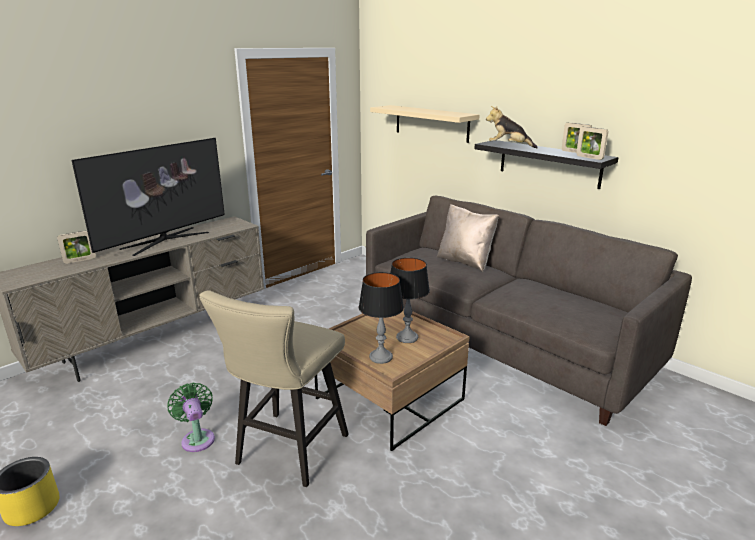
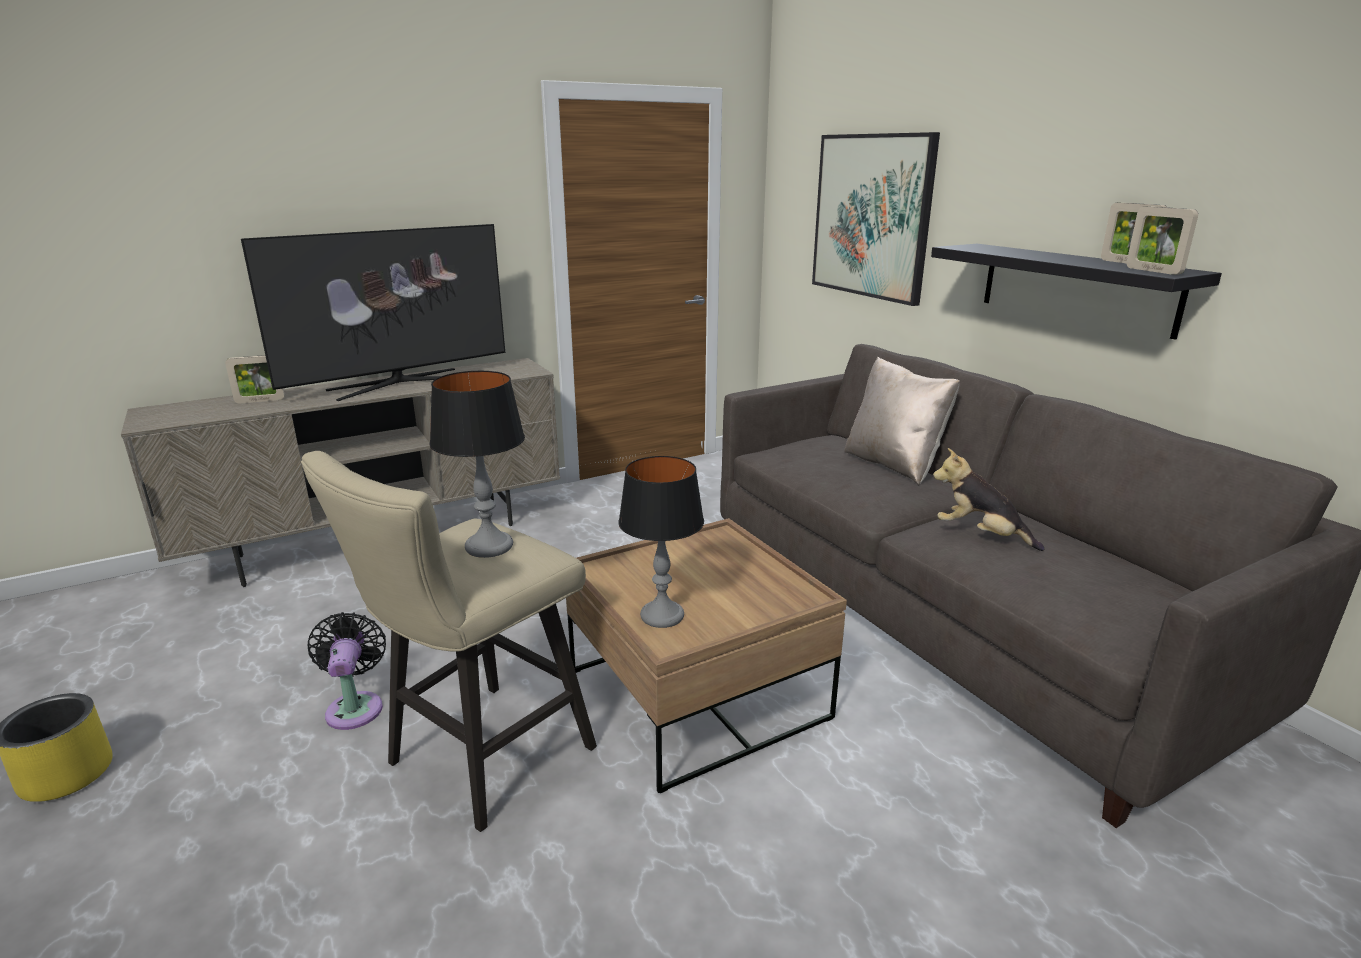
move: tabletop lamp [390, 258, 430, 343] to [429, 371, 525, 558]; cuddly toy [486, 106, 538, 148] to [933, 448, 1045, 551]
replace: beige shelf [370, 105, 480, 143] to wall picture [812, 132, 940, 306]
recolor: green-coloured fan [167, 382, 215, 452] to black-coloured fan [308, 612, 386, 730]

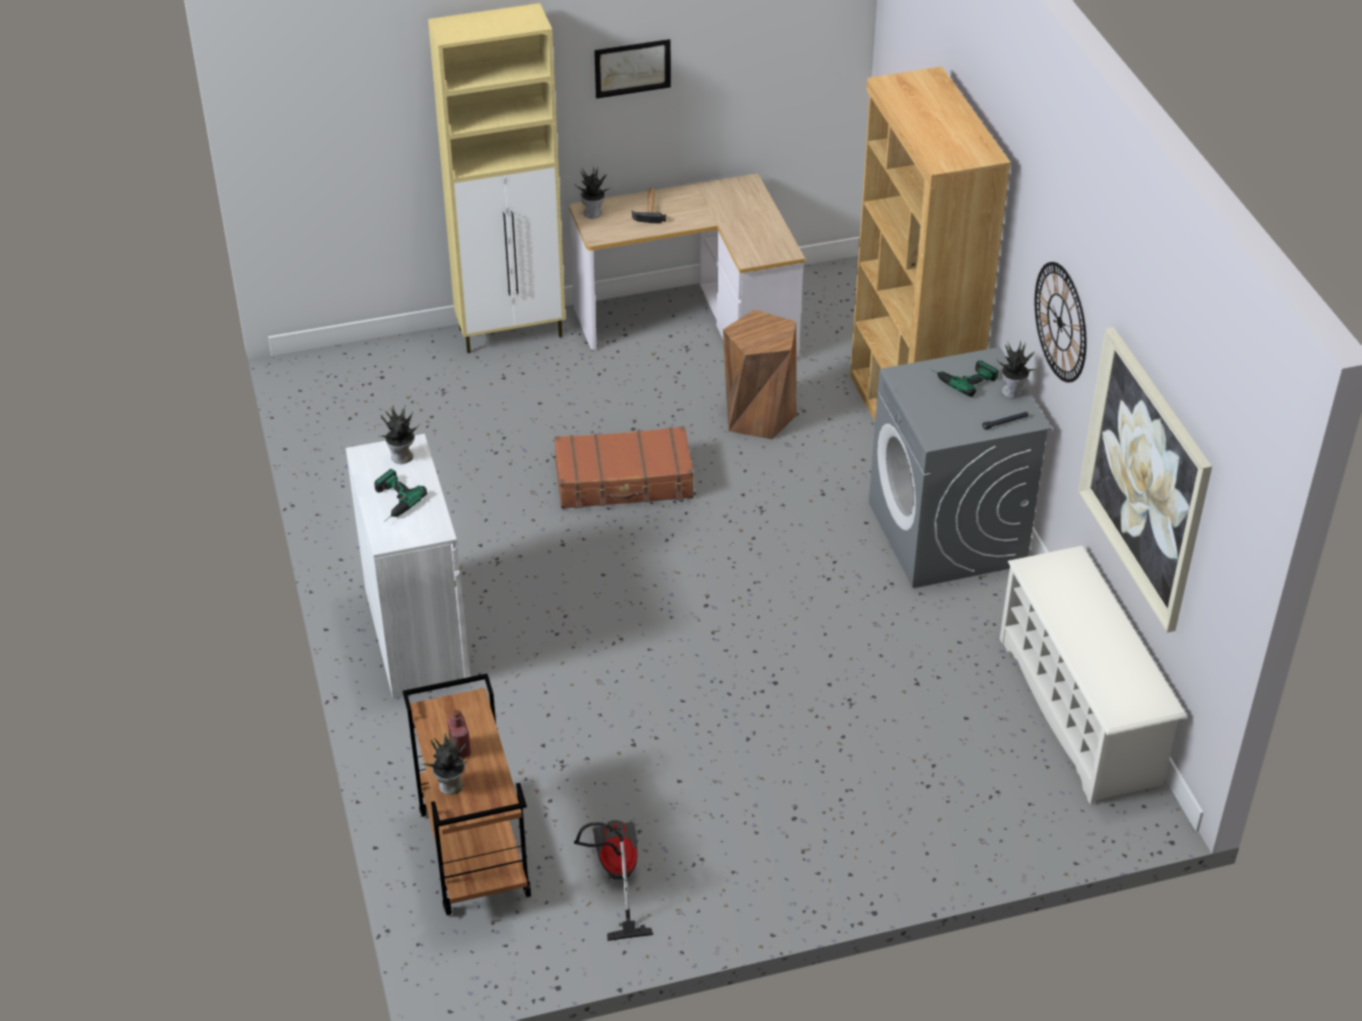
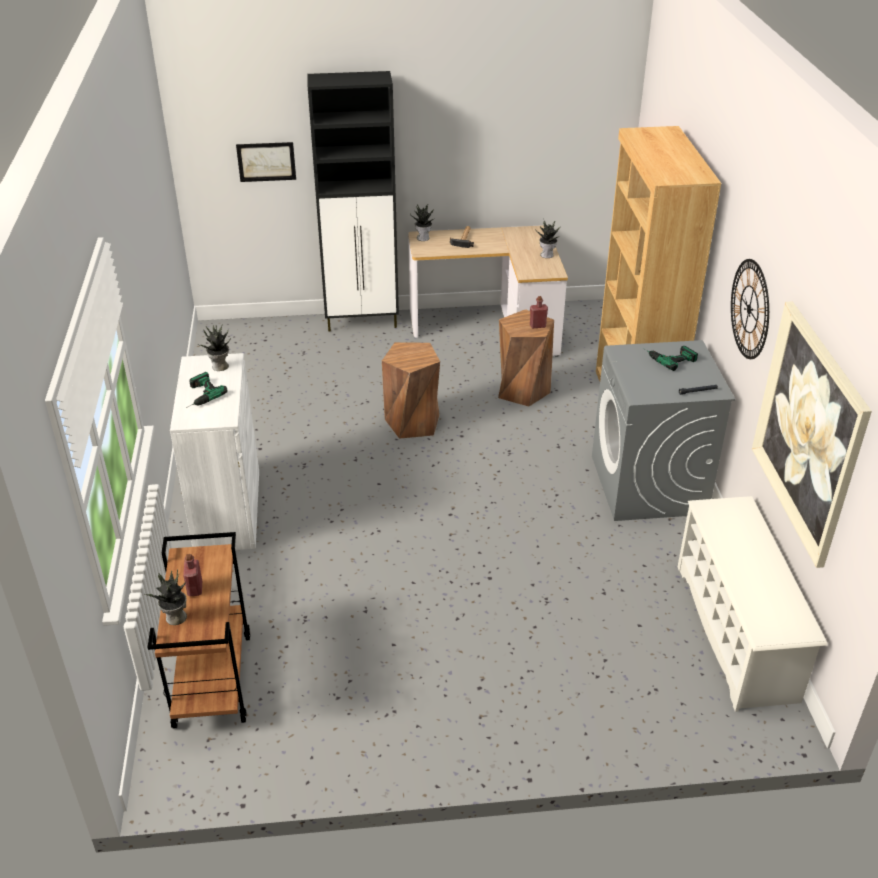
delete: vacuum cleaner [574, 820, 653, 941]
insert: red-coloured bottle [530, 296, 548, 328]
move: wall picture [594, 39, 671, 99] to [236, 142, 296, 182]; plant in a pot [997, 341, 1036, 398] to [535, 220, 560, 258]
replace: brown travel case [554, 426, 694, 509] to brown sitting stool [382, 342, 440, 439]
recolor: beige cabinet [428, 3, 566, 353] to black-coloured cabinet [307, 71, 399, 332]

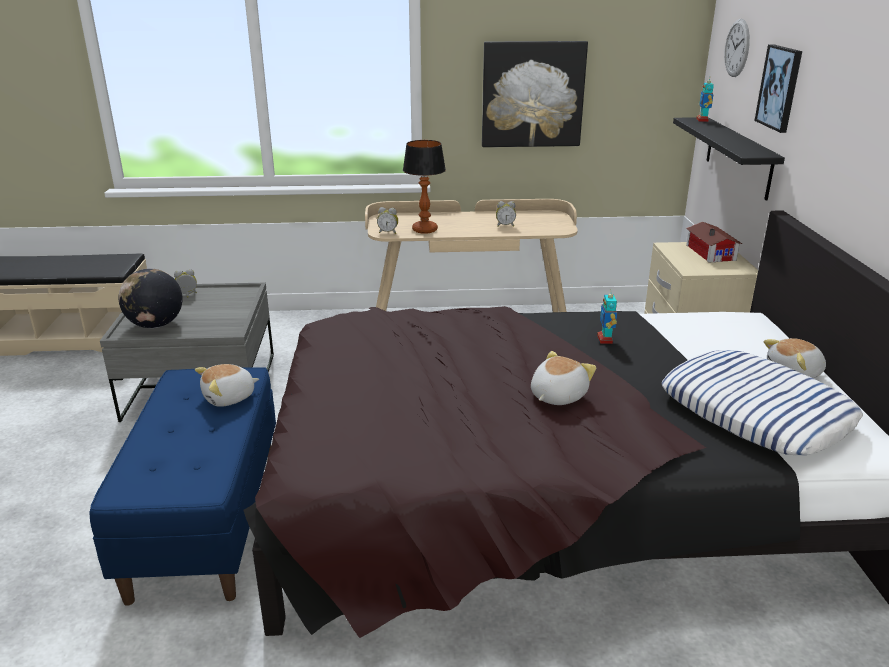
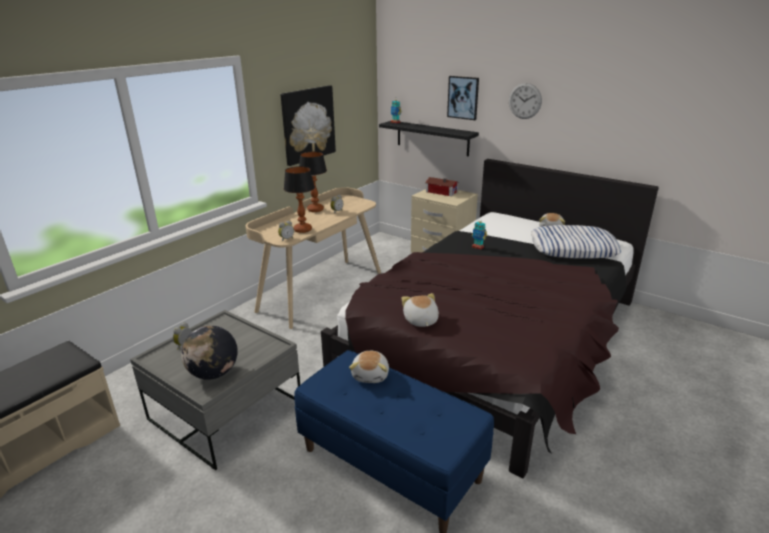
insert: tabletop lamp [299, 152, 327, 212]
move: cuddly toy [531, 351, 596, 405] to [401, 293, 439, 327]; hanging clock [724, 19, 750, 77] to [509, 83, 542, 119]

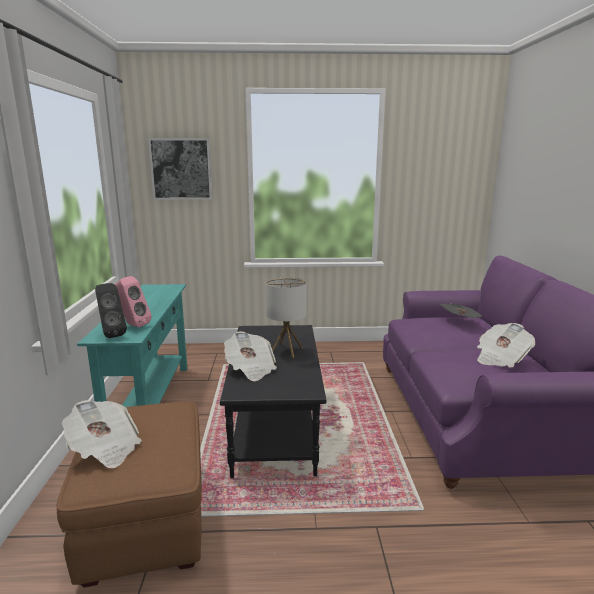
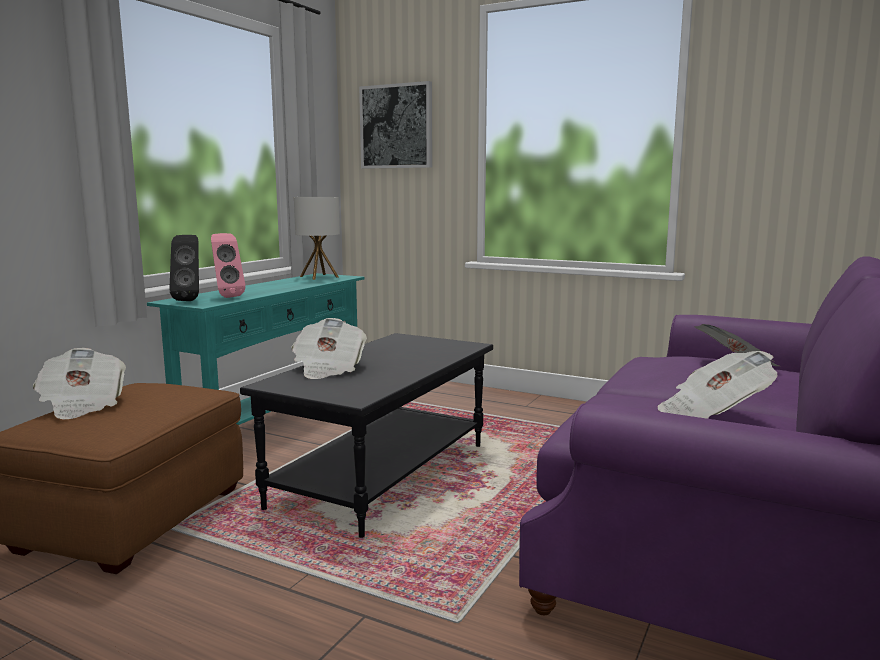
move: tabletop lamp [266, 277, 307, 358] to [294, 197, 340, 280]

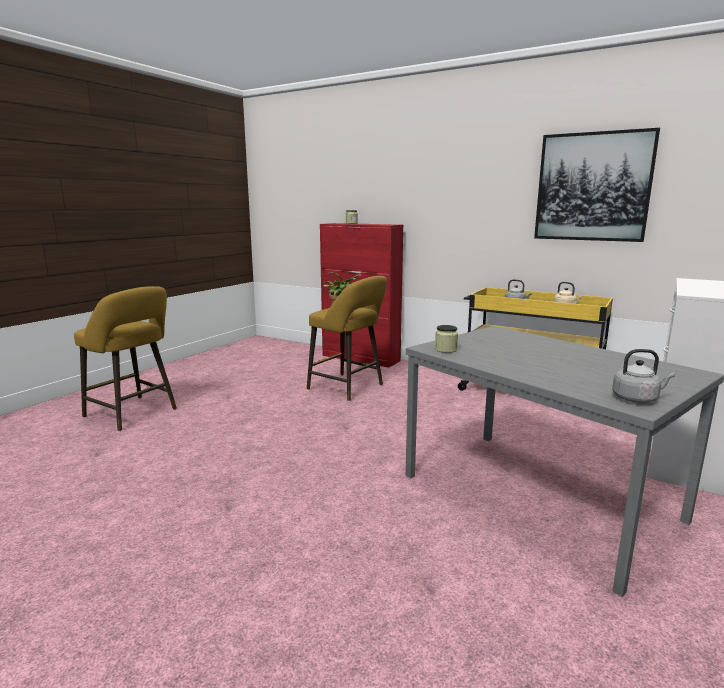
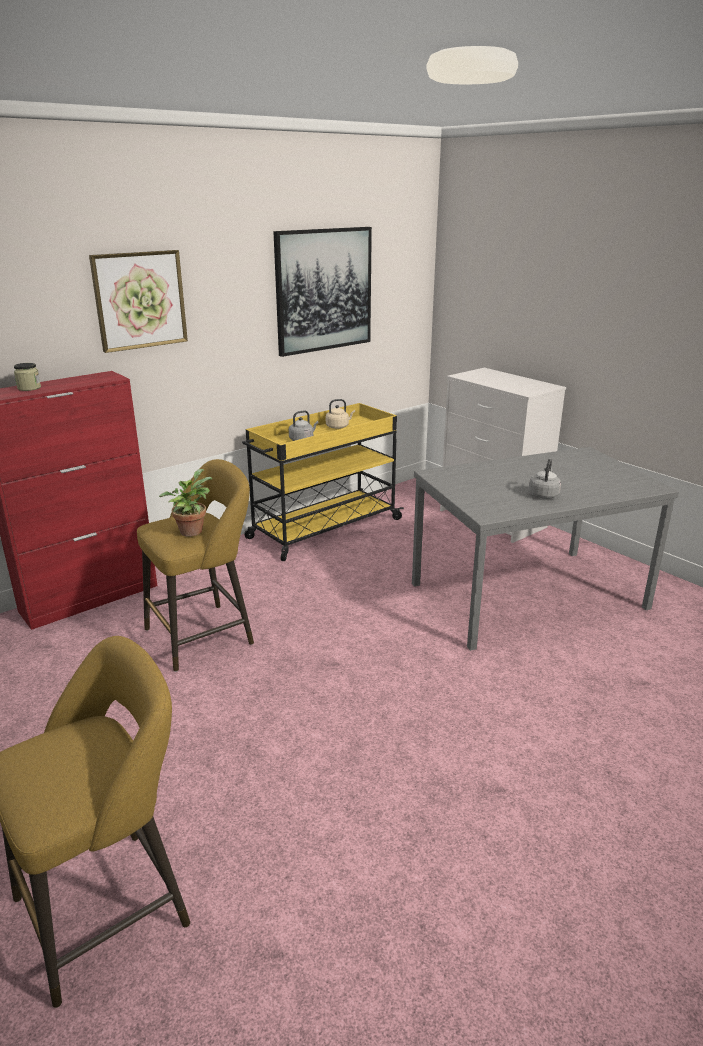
delete: jar [435, 325, 458, 353]
insert: wall picture [89, 250, 188, 353]
move: grey tea kettle [612, 349, 675, 403] to [529, 459, 561, 499]

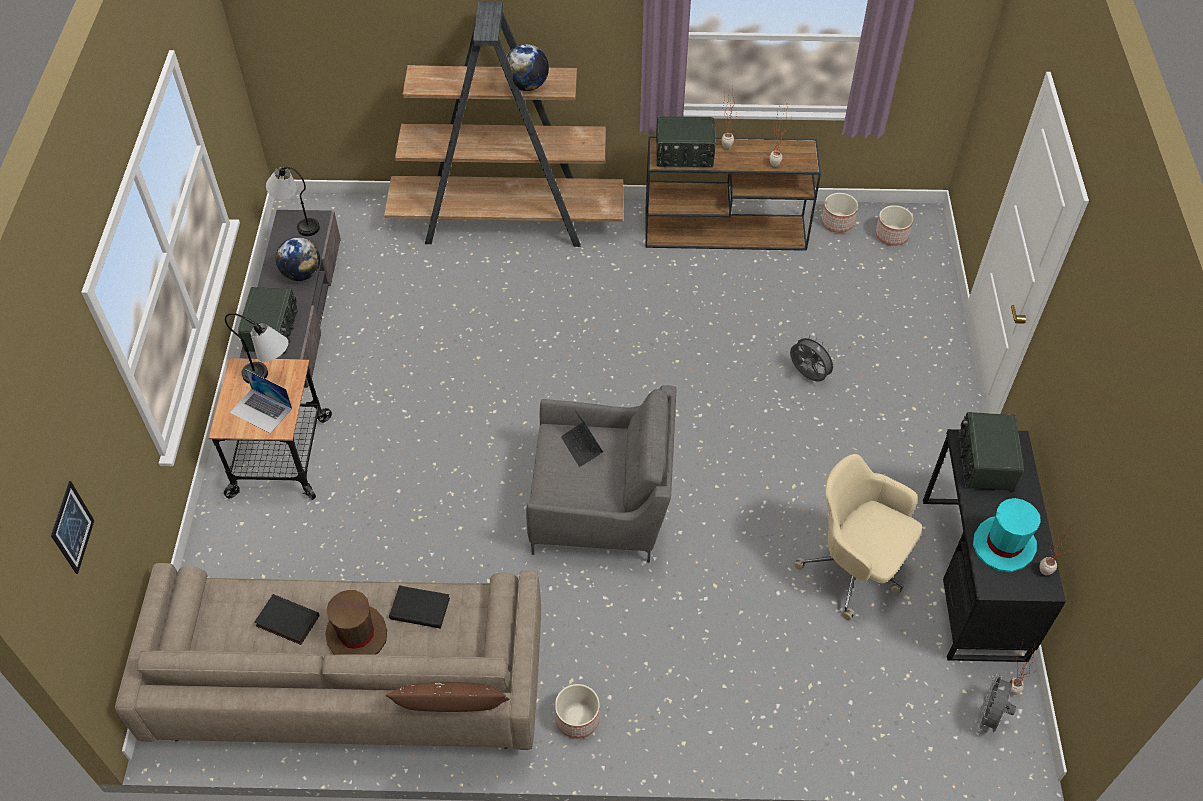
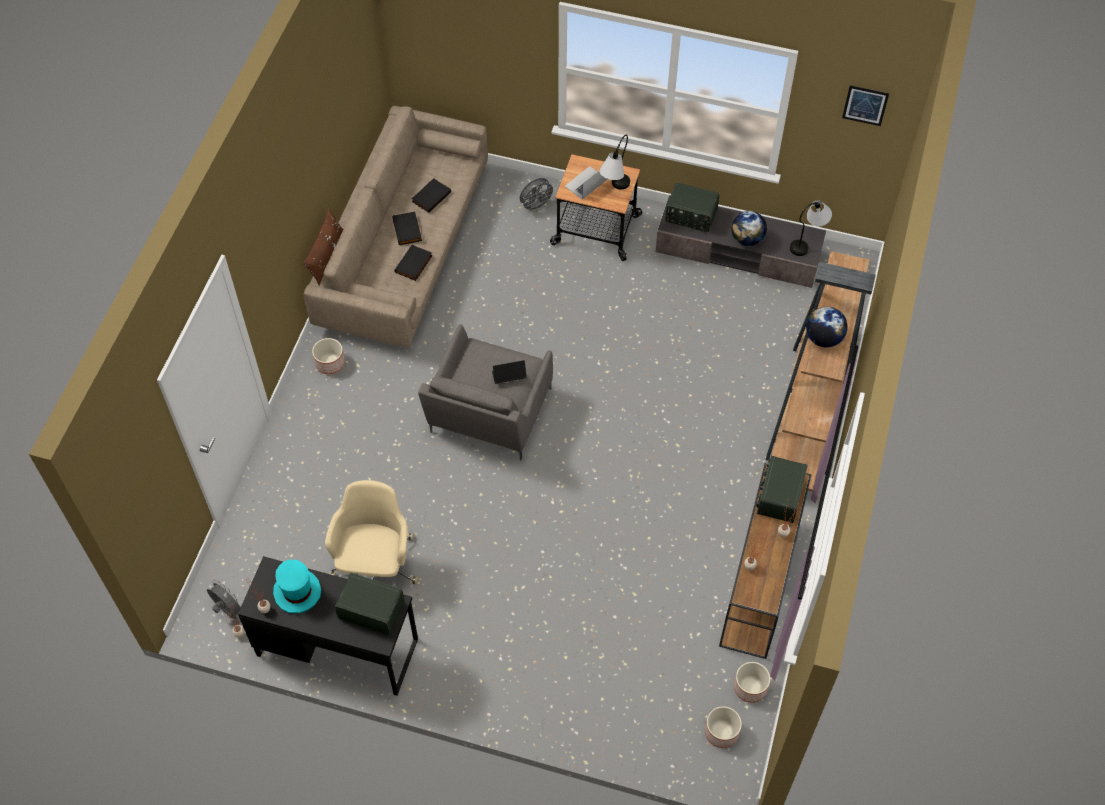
move: wall picture [51, 481, 95, 574] to [842, 85, 889, 126]; grey fan [790, 335, 837, 382] to [520, 178, 556, 213]
replace: brown wearable hat [325, 590, 387, 655] to black-coloured bound book [392, 212, 422, 245]
rotate: beige office chair [794, 454, 922, 620] = [325, 480, 418, 584] 45 degrees counterclockwise

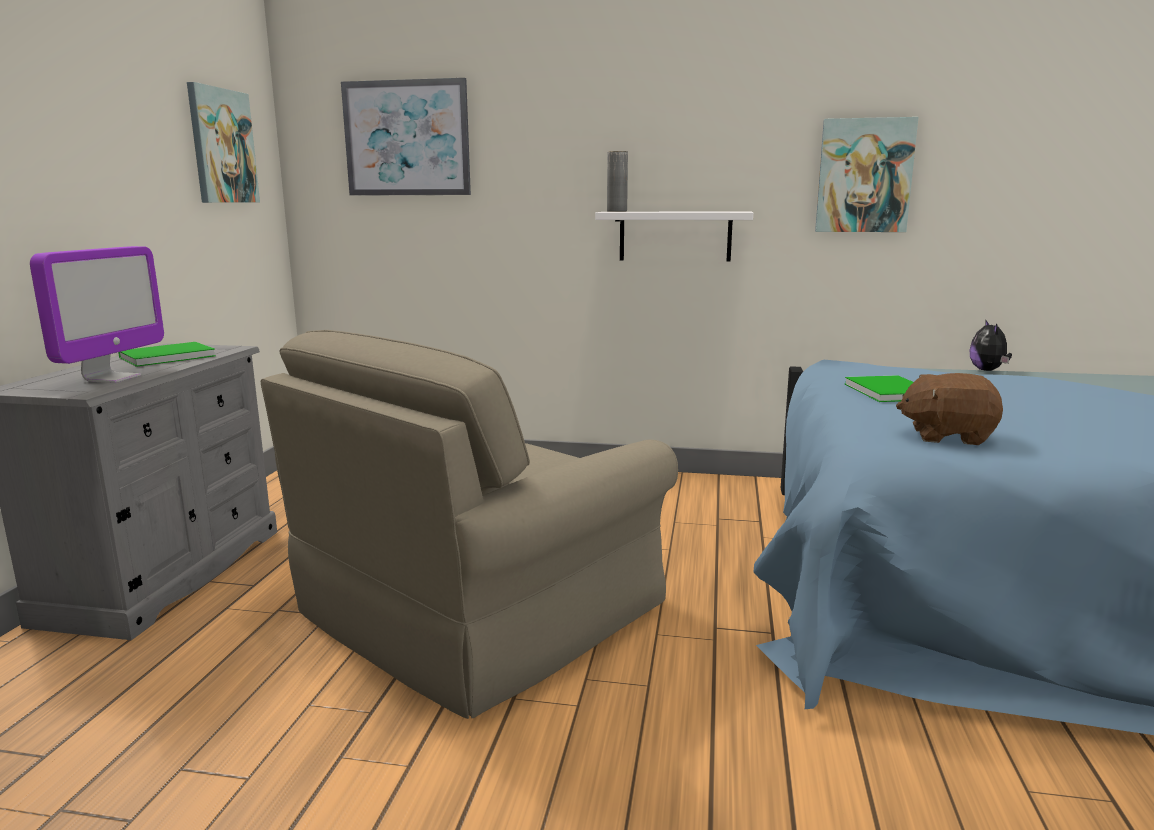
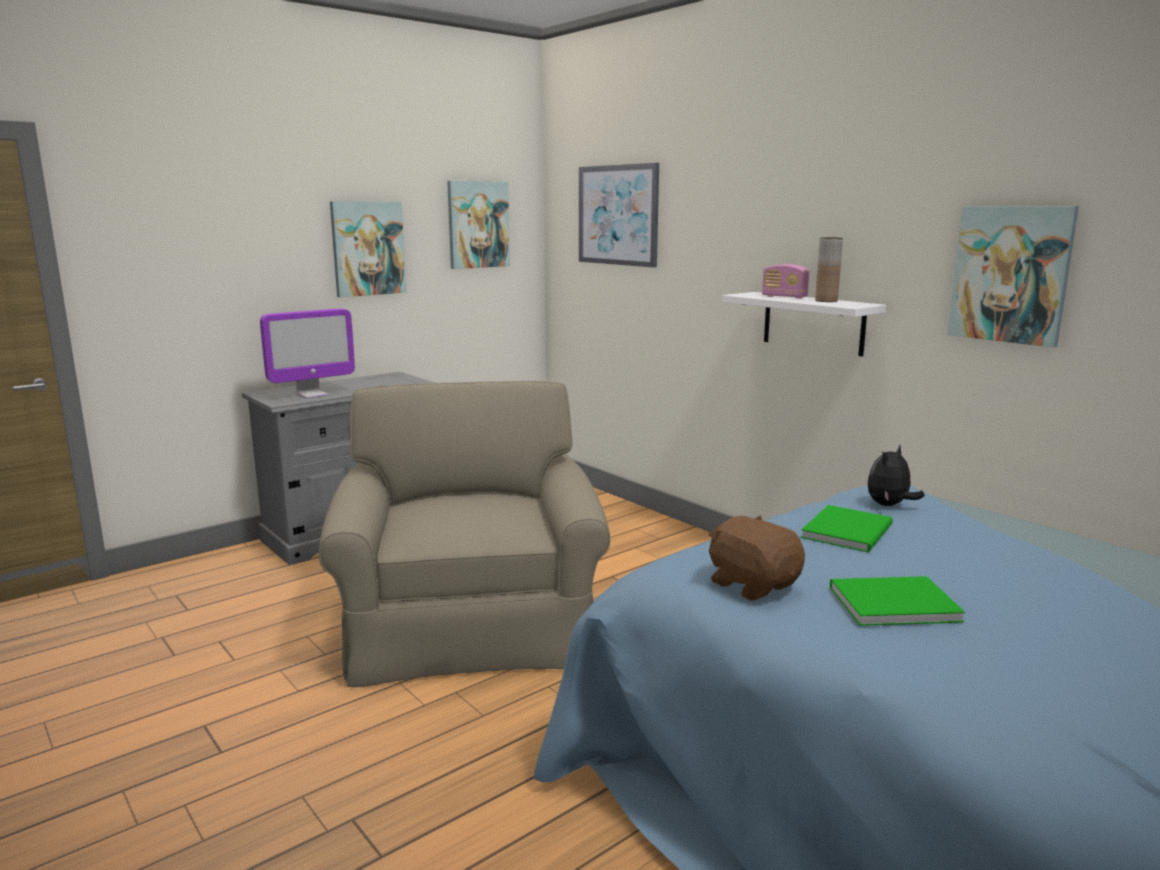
delete: grey flower vase [607, 151, 628, 212]
insert: wall picture [330, 201, 407, 297]; radio receiver [762, 264, 810, 299]; brown flower vase [815, 237, 843, 302]
move: green-coloured bound book [118, 342, 216, 367] to [830, 576, 965, 626]; cuddly toy [969, 319, 1012, 371] to [868, 445, 925, 506]
rotate: beige lounge chair [261, 330, 678, 719] = [318, 381, 610, 687] 90 degrees clockwise

